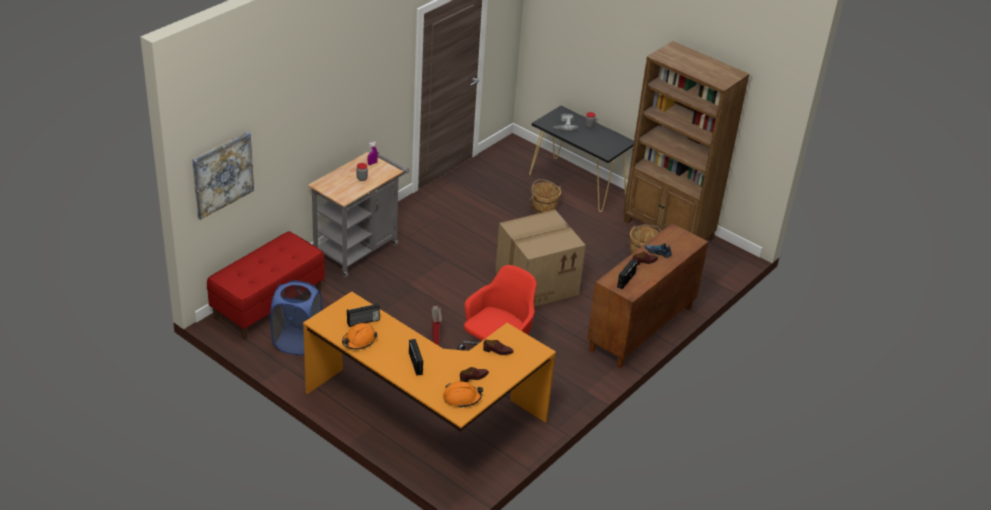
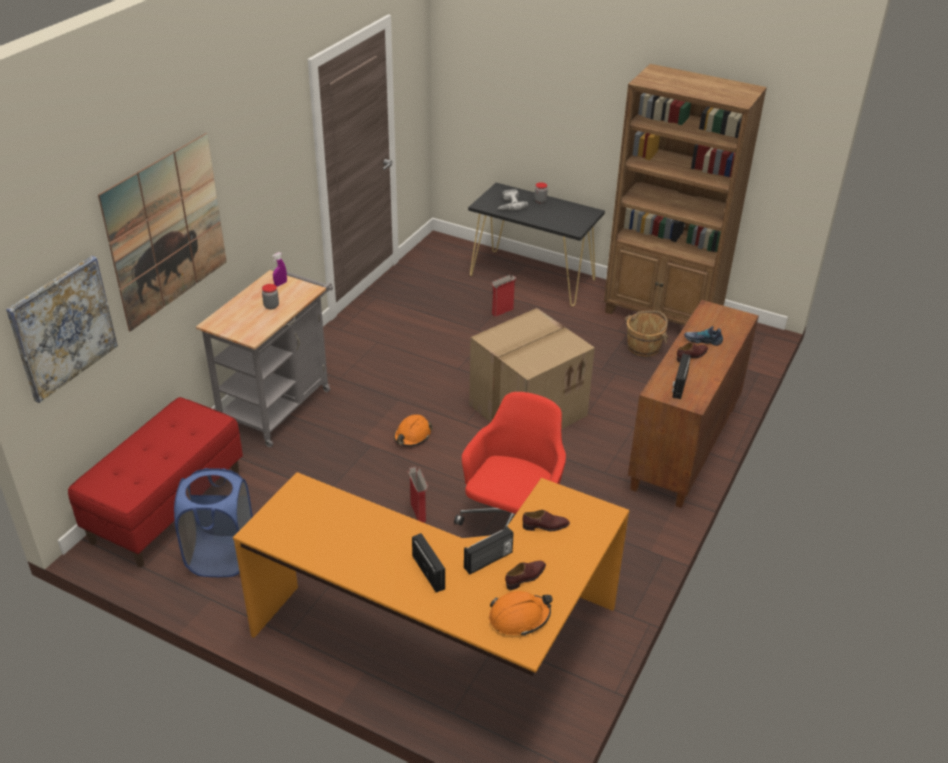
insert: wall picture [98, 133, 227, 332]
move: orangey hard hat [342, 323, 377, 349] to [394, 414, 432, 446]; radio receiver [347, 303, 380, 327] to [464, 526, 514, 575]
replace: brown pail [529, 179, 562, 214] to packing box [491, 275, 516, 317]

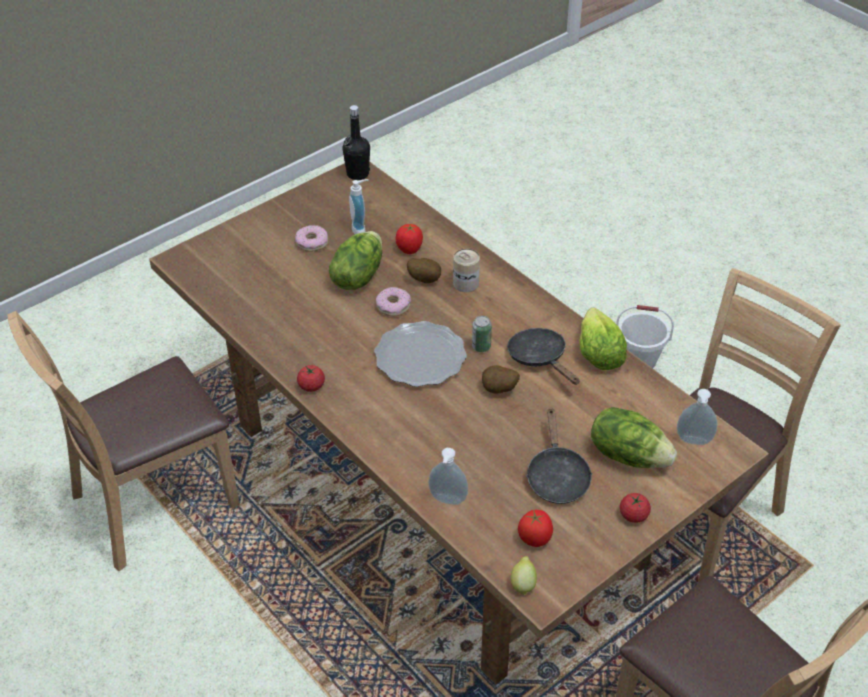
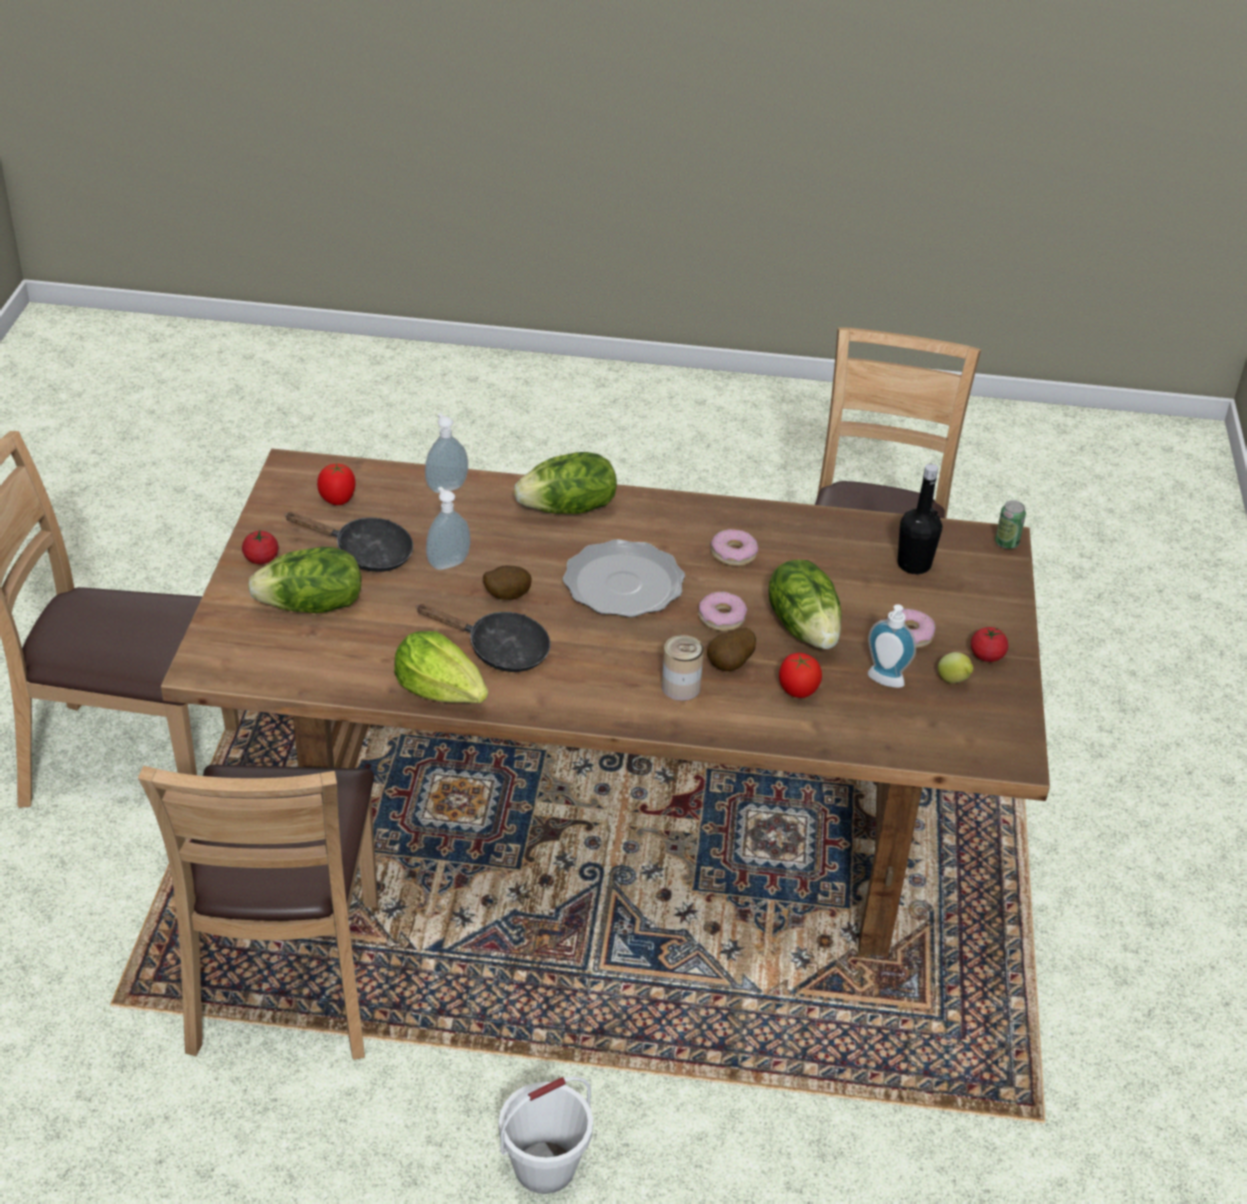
insert: lettuce head [514, 452, 617, 514]; donut [710, 529, 758, 566]
move: whole tomato [297, 365, 325, 392] to [971, 627, 1008, 662]; black-coloured bottle [343, 105, 370, 180] to [898, 464, 942, 574]; can [472, 316, 492, 352] to [995, 501, 1026, 549]; whole lemon [511, 556, 537, 596] to [938, 652, 973, 683]; soap bottle [677, 389, 718, 445] to [426, 487, 471, 570]
rotate: black-coloured skillet [526, 407, 593, 504] = [284, 512, 414, 572] 150 degrees clockwise

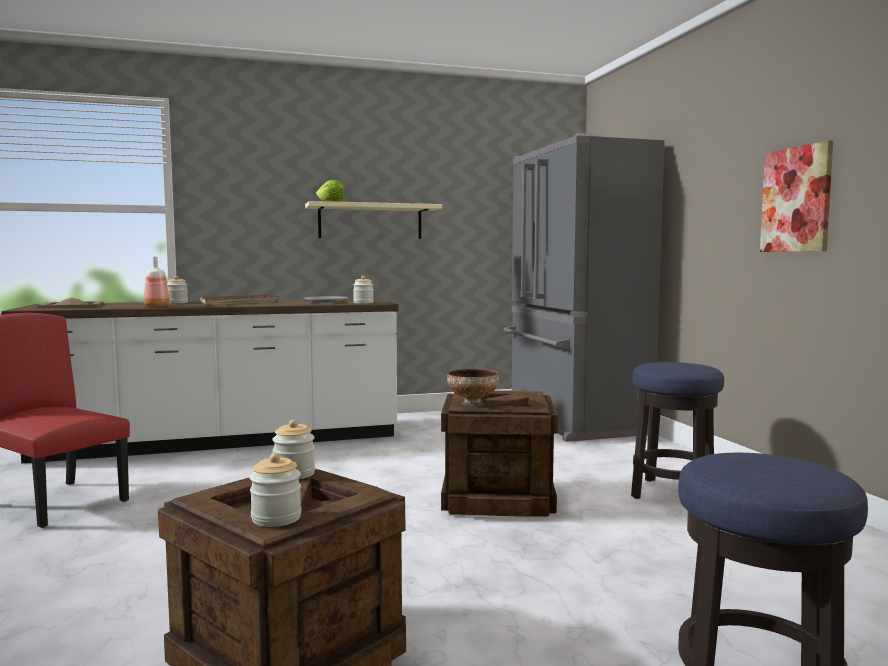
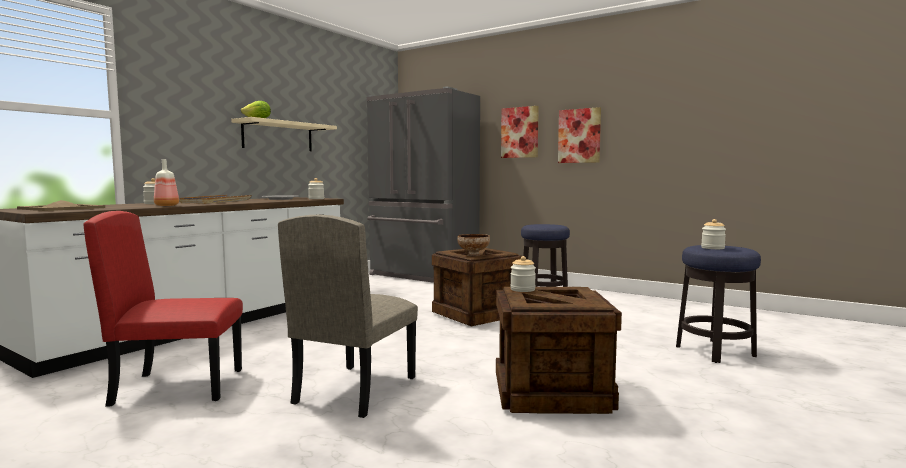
insert: beige chair [278, 215, 418, 418]; wall picture [501, 106, 539, 158]
move: jar [250, 453, 301, 527] to [701, 219, 726, 249]

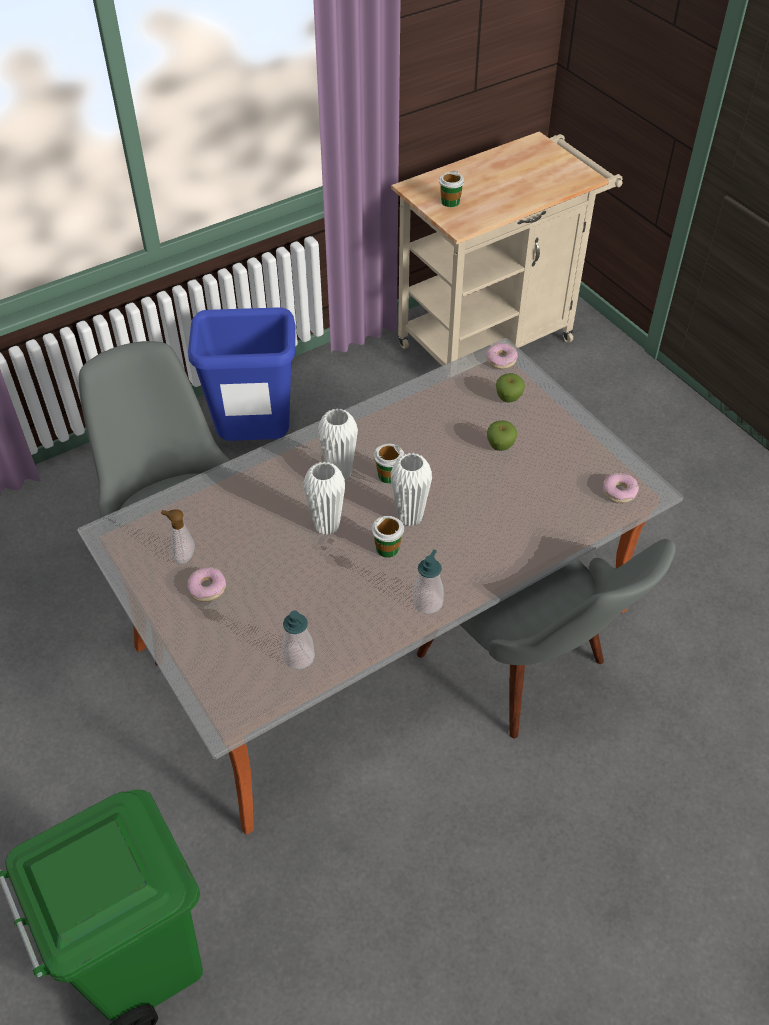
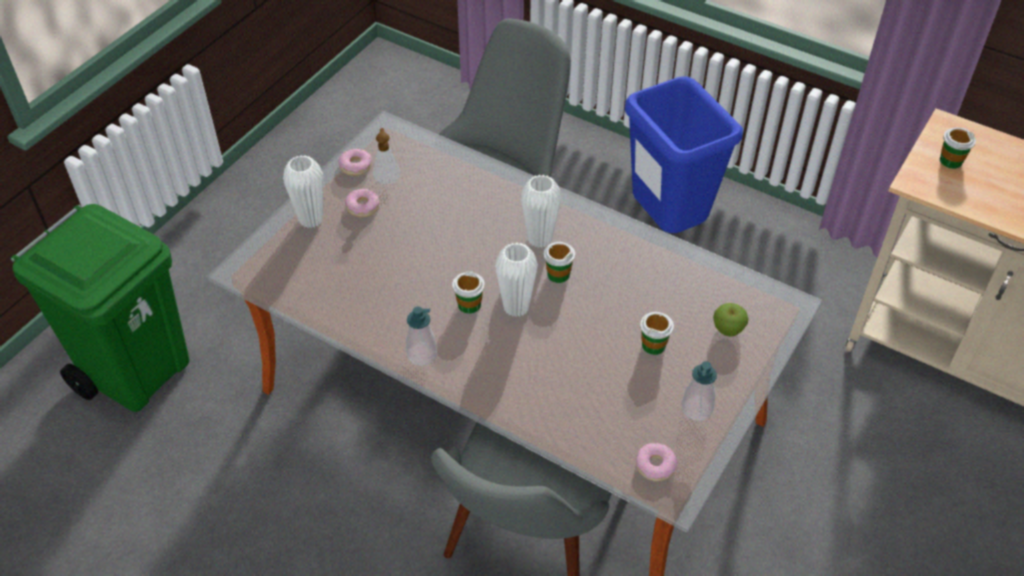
move: soap bottle [282, 611, 315, 670] to [682, 361, 717, 421]; whitish flower vase [303, 461, 346, 535] to [283, 155, 323, 228]; donut [486, 343, 518, 369] to [338, 149, 372, 176]
replace: whole apple [487, 420, 517, 451] to drinking cup [640, 312, 674, 355]

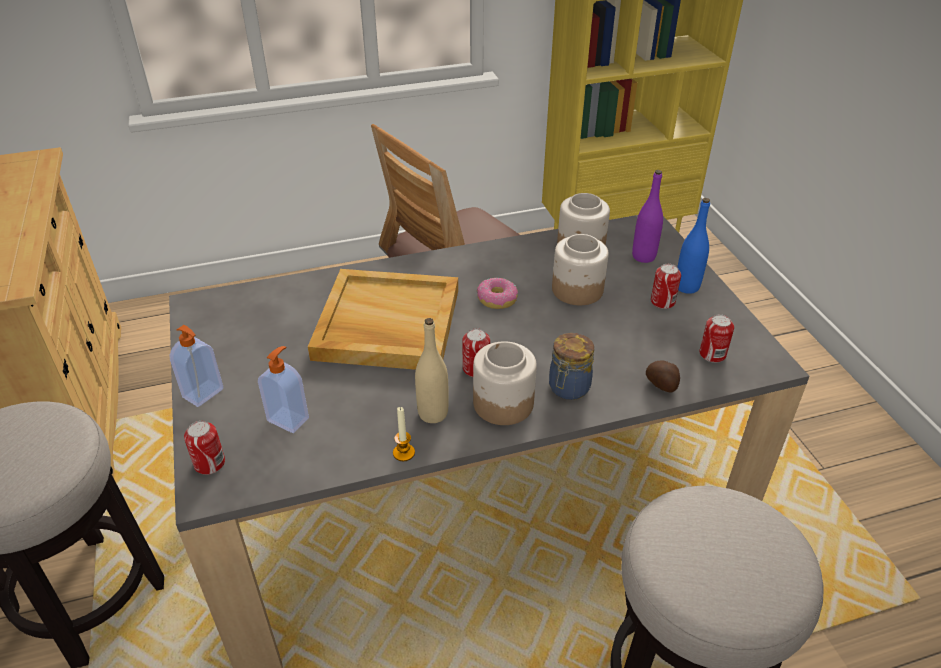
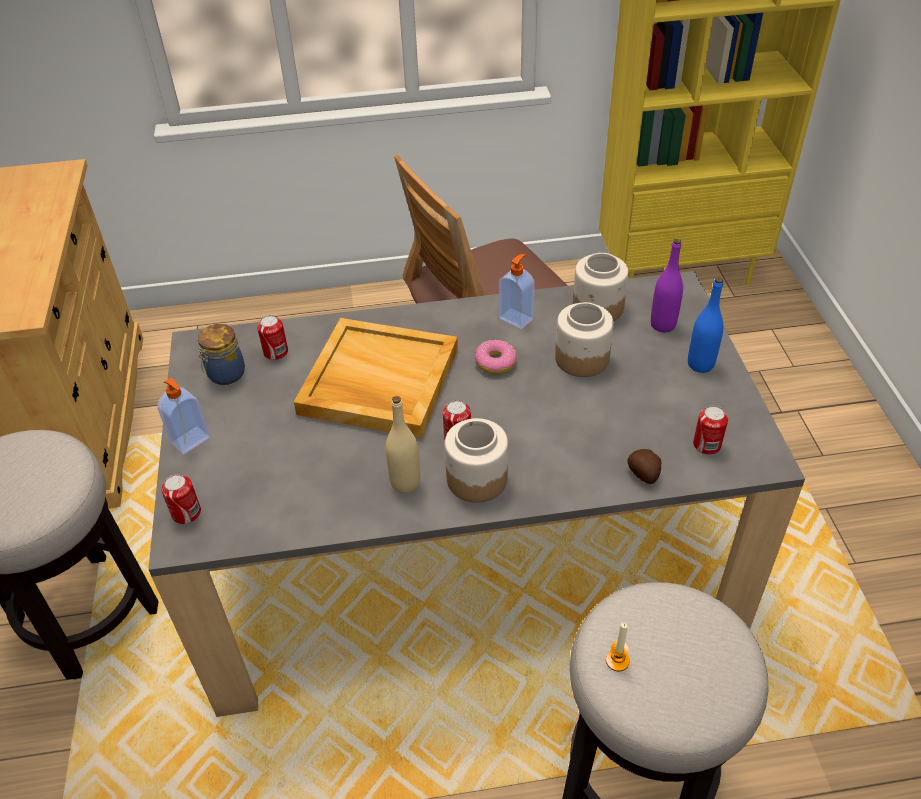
move: soap bottle [258, 346, 309, 433] to [499, 254, 535, 329]; wax candle [393, 407, 415, 461] to [606, 622, 630, 671]; jar [549, 333, 594, 400] to [197, 324, 245, 385]; can [651, 264, 681, 309] to [257, 315, 288, 360]

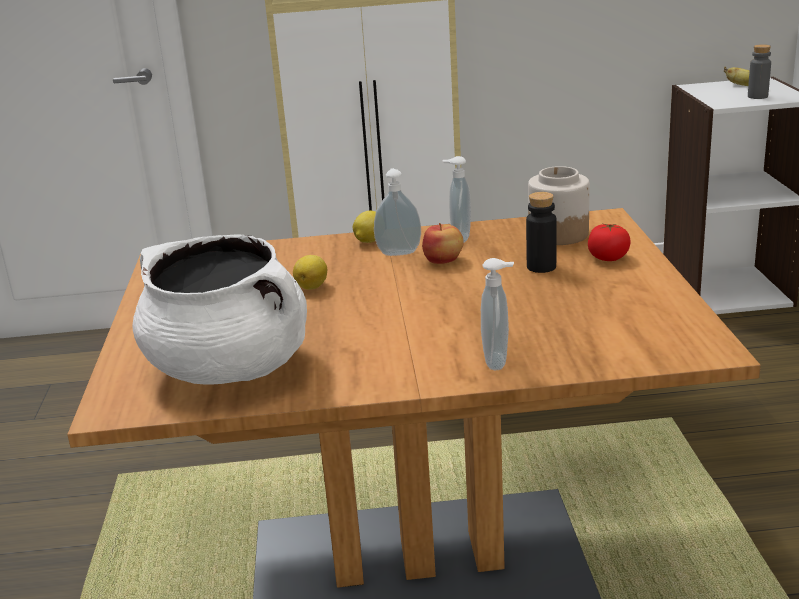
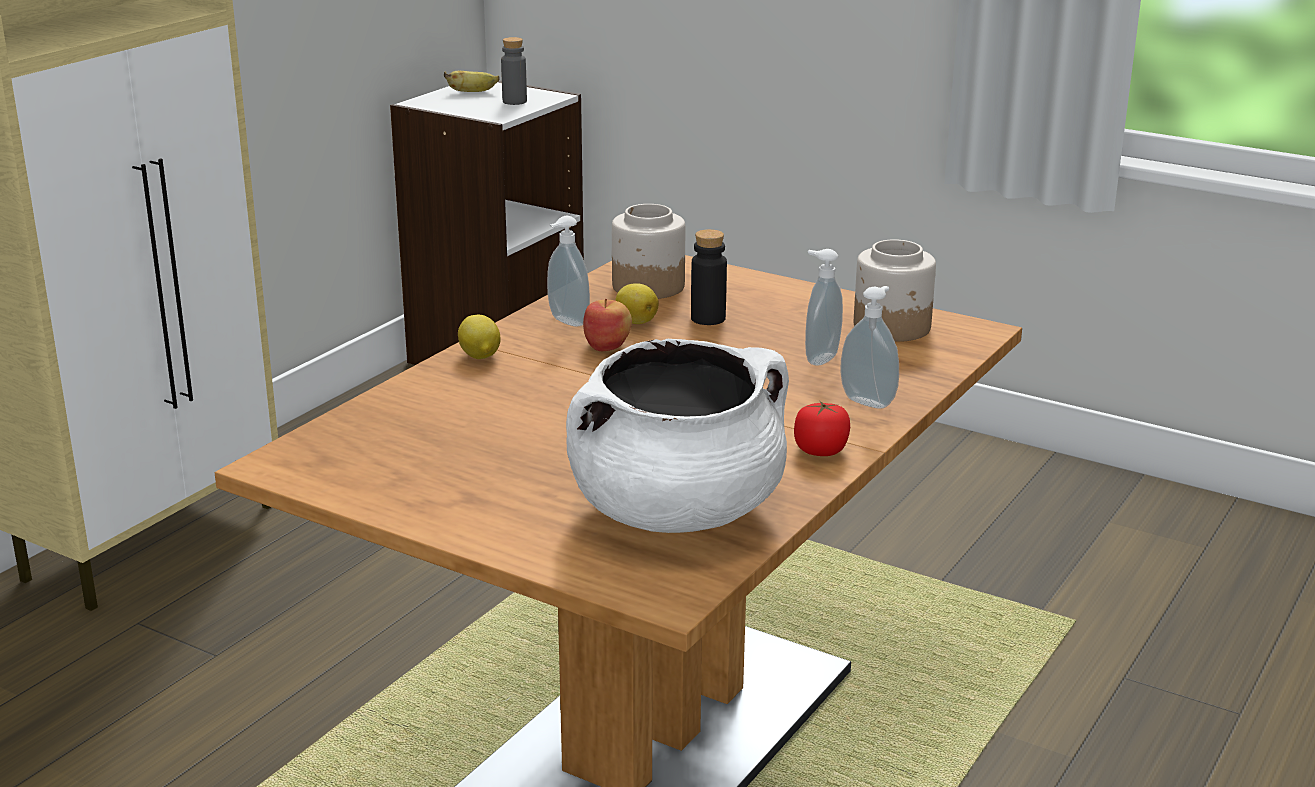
insert: jar [854, 240, 936, 342]
move: whole lemon [293, 255, 327, 290] to [615, 283, 658, 324]; soap bottle [374, 168, 421, 256] to [805, 249, 843, 366]; whole tomato [588, 224, 631, 261] to [794, 401, 850, 456]

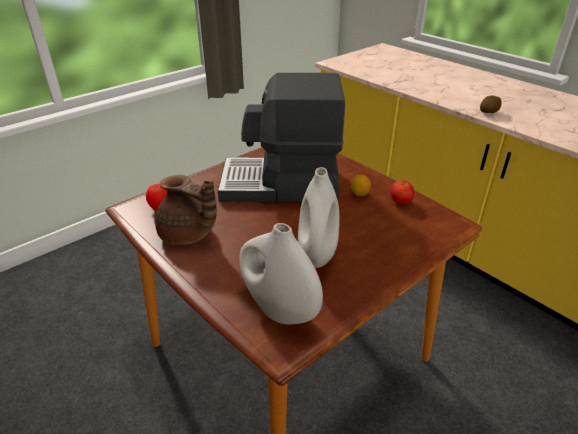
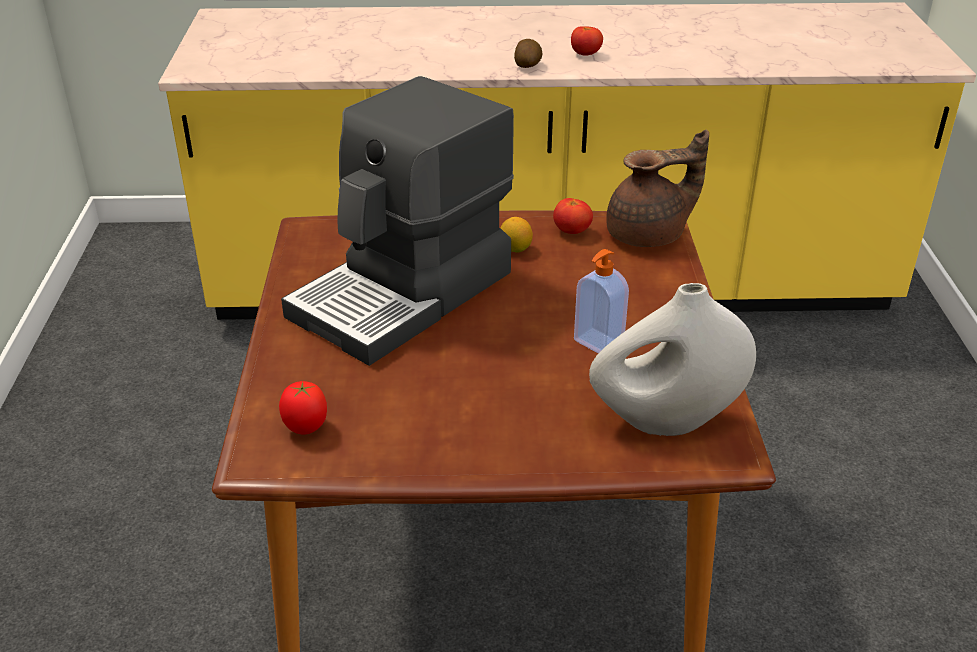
insert: whole tomato [571, 26, 603, 56]
move: brown tea pot [155, 175, 217, 245] to [606, 129, 709, 247]
replace: whitish flower vase [298, 167, 340, 268] to soap bottle [574, 249, 629, 354]

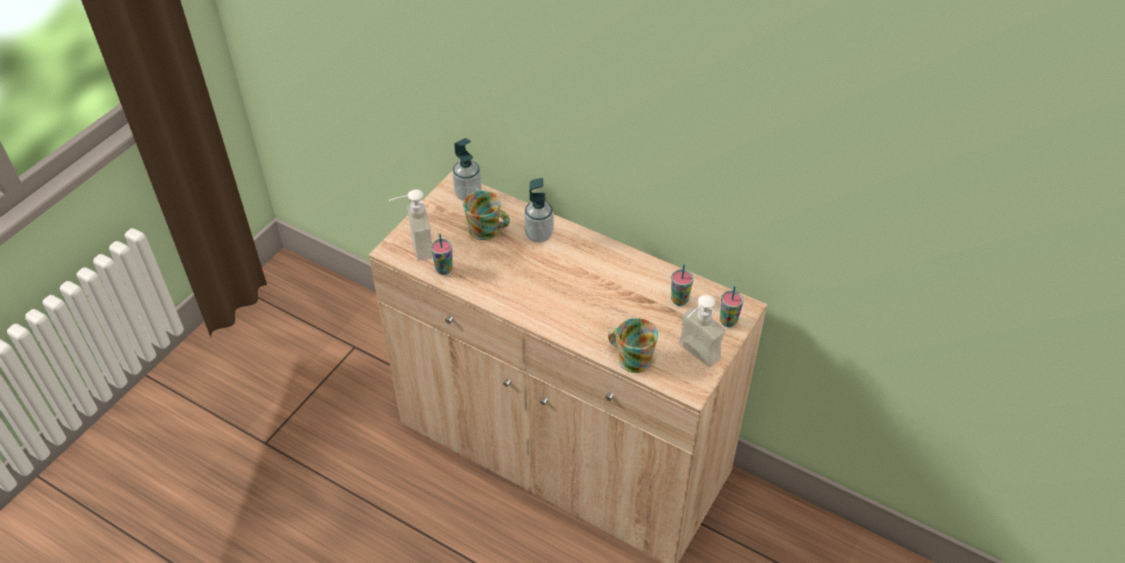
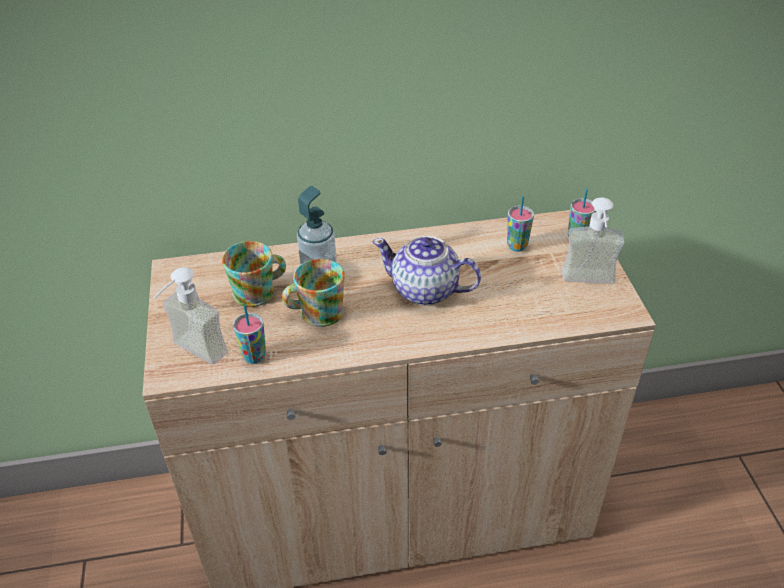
delete: soap bottle [452, 138, 482, 201]
insert: tea pot [373, 236, 481, 306]
move: coffee mug [608, 318, 658, 373] to [282, 259, 345, 327]

